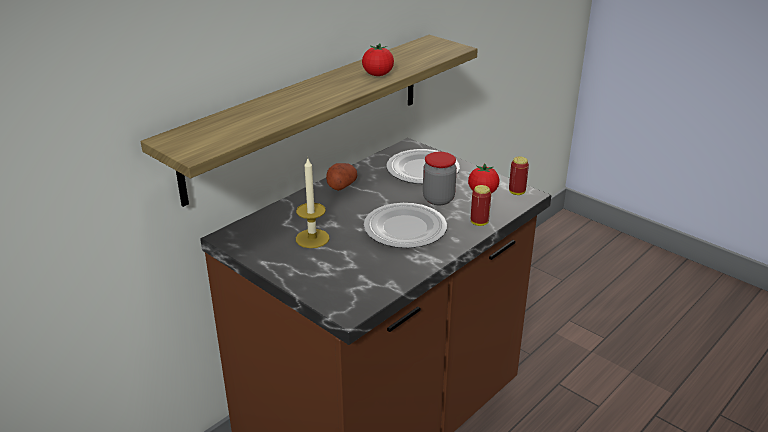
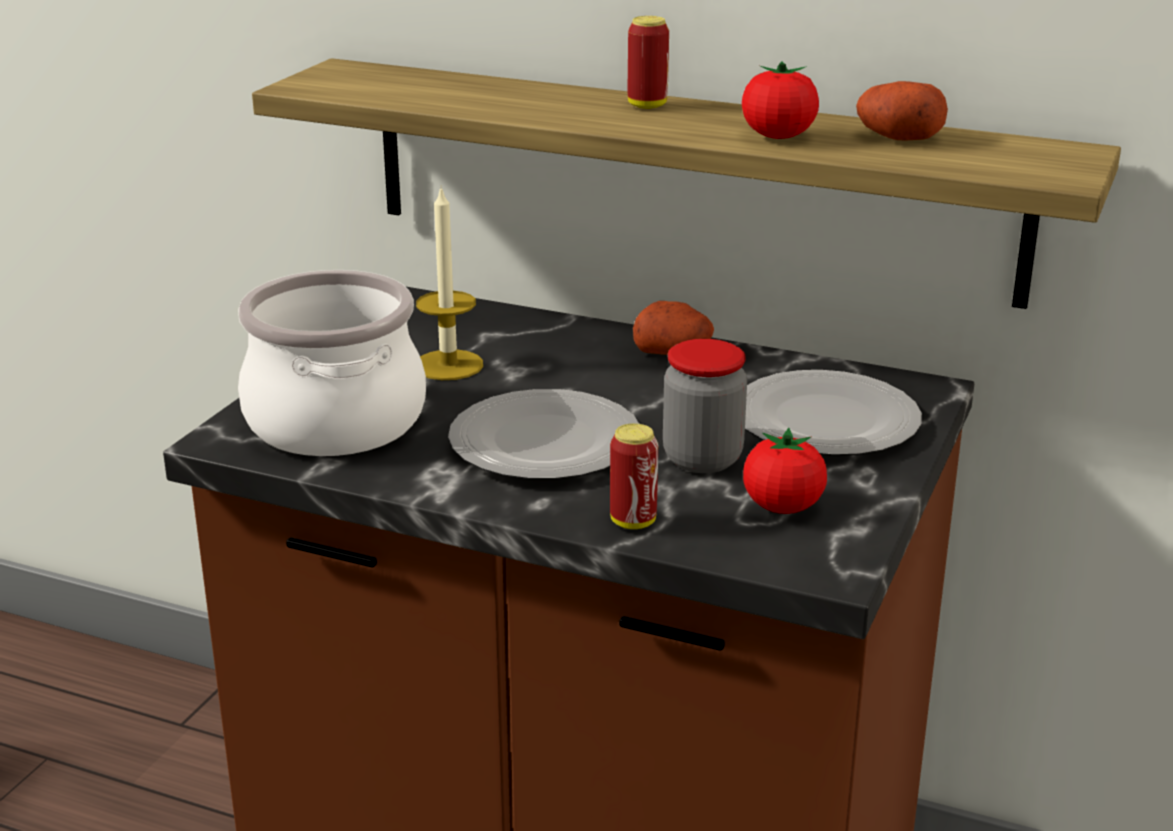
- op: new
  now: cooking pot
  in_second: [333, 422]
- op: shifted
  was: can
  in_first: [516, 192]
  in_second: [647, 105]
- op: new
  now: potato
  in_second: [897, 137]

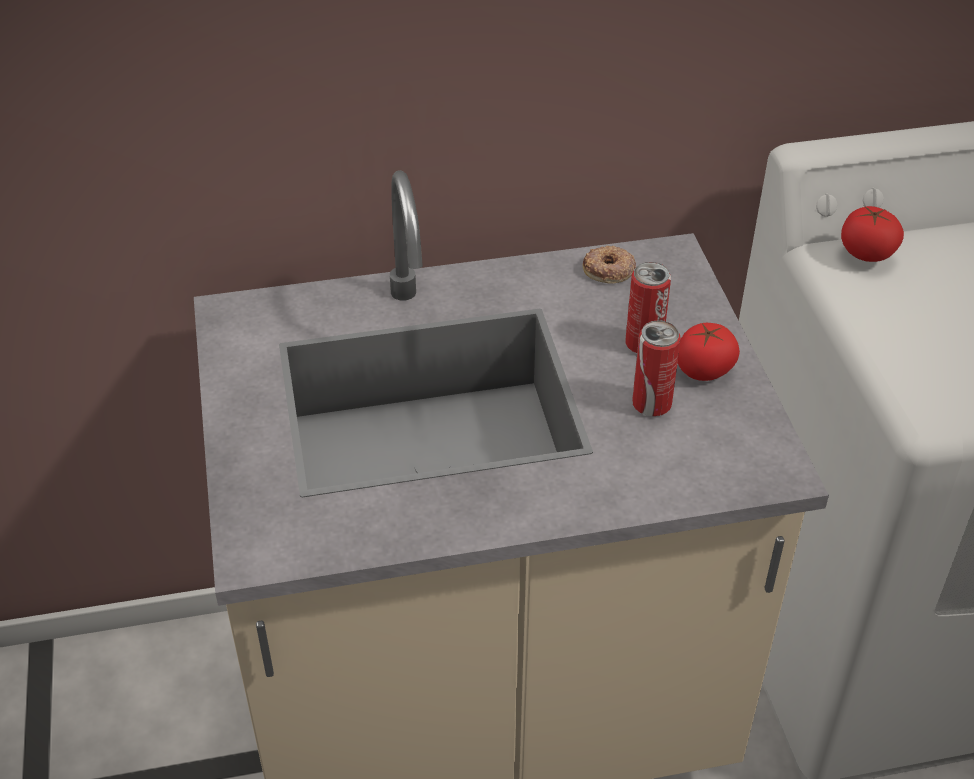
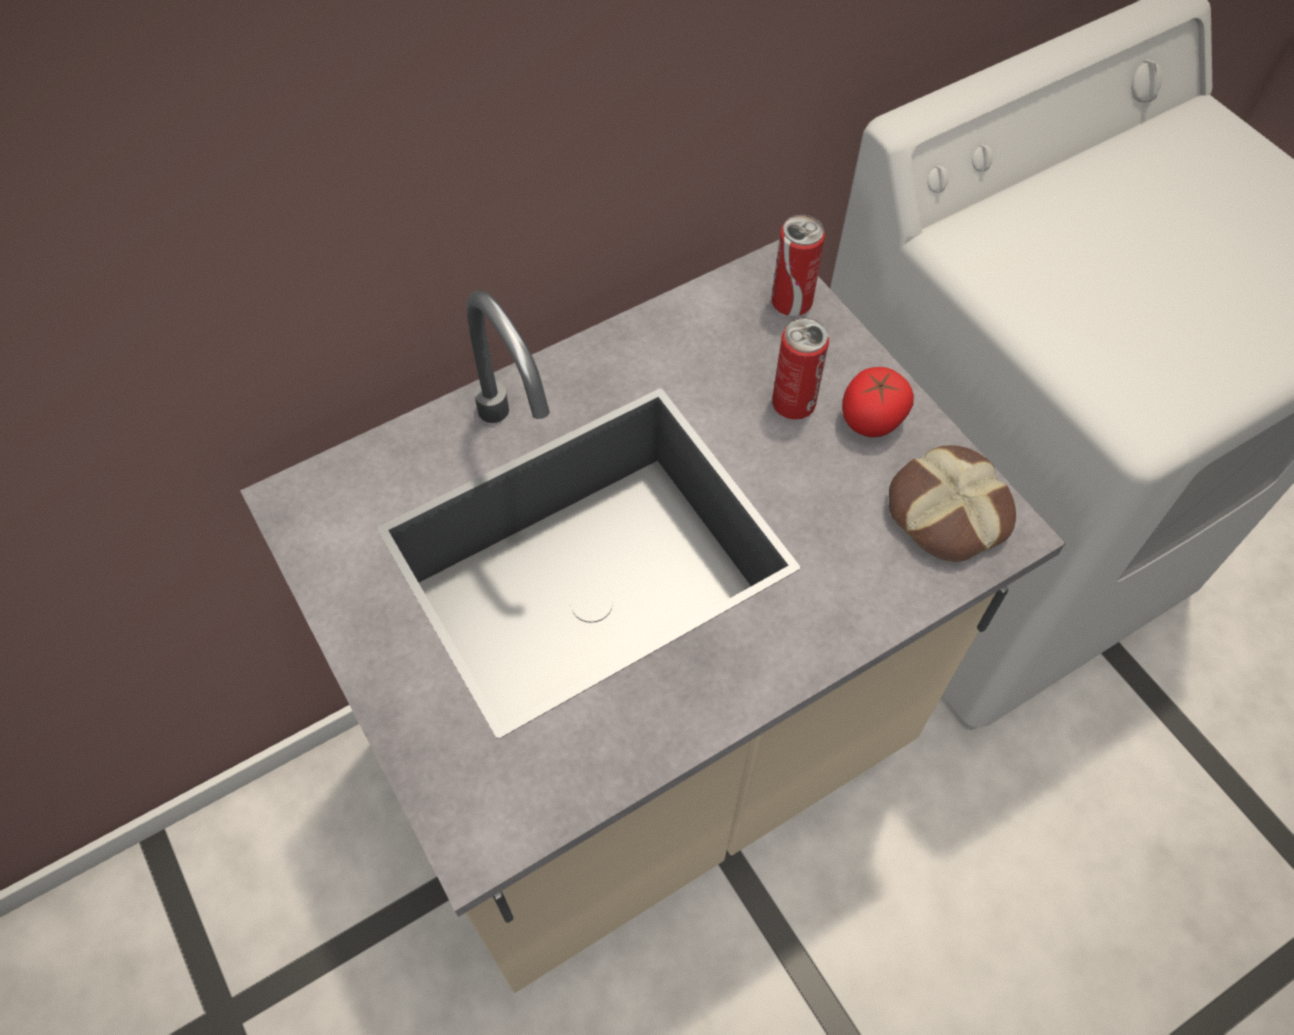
- op: shifted
  was: can
  in_first: [651, 404]
  in_second: [791, 302]
- op: new
  now: bread
  in_second: [945, 512]
- op: gone
  was: donut
  in_first: [609, 270]
- op: gone
  was: tomato
  in_first: [866, 253]

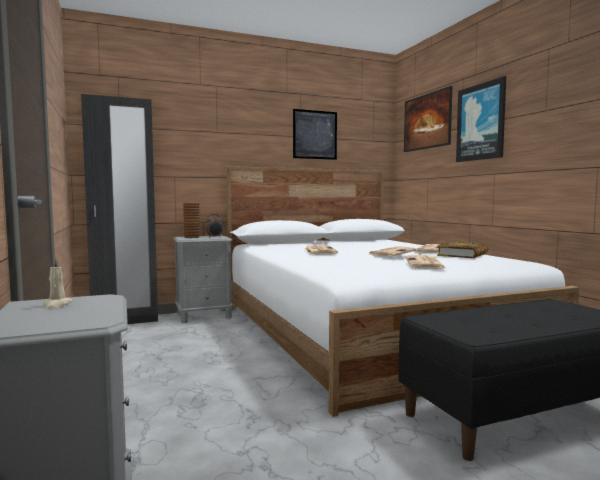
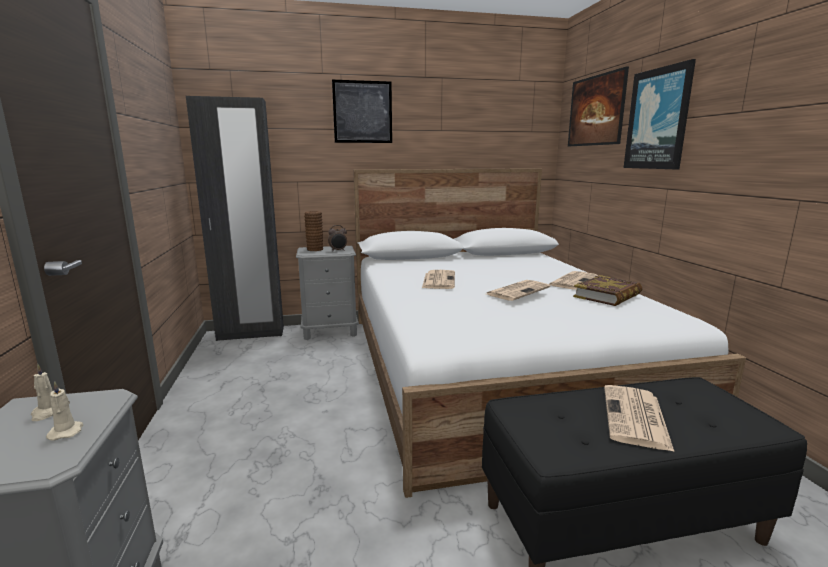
- op: new
  now: beige candle
  in_second: [66, 431]
- op: shifted
  was: picture
  in_first: [315, 135]
  in_second: [362, 112]
- op: shifted
  was: newspaper
  in_first: [425, 263]
  in_second: [636, 418]

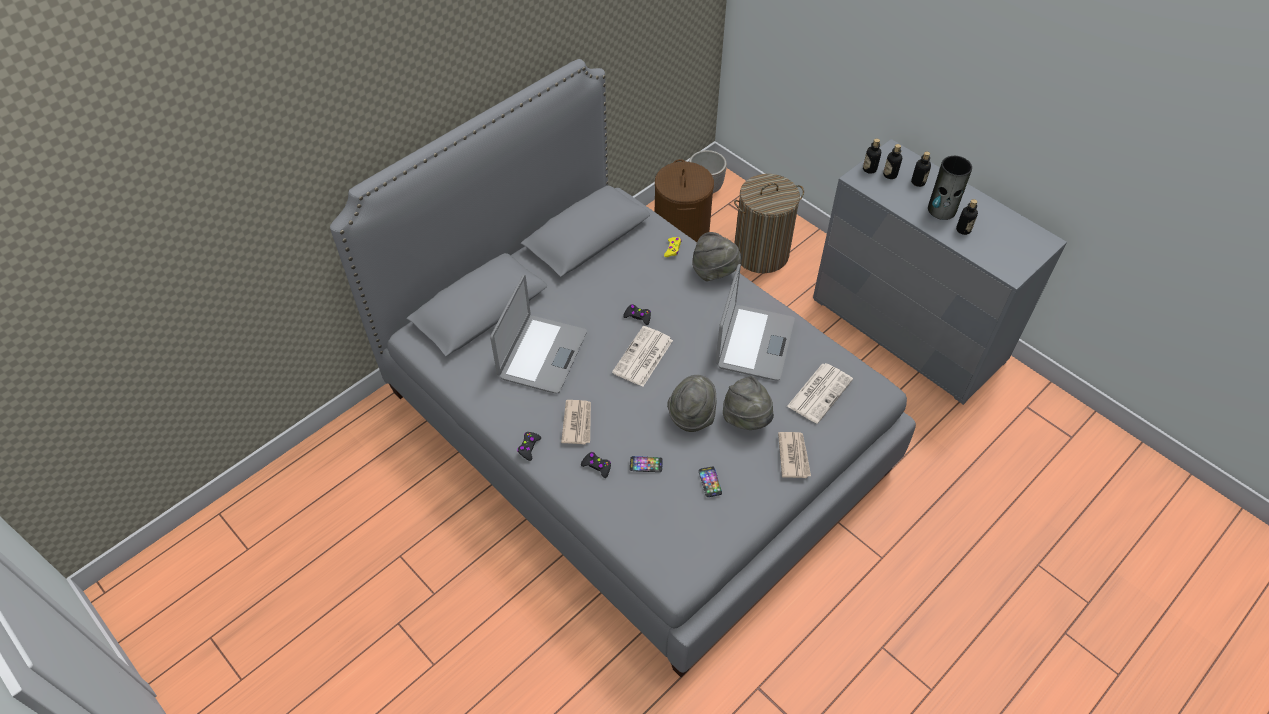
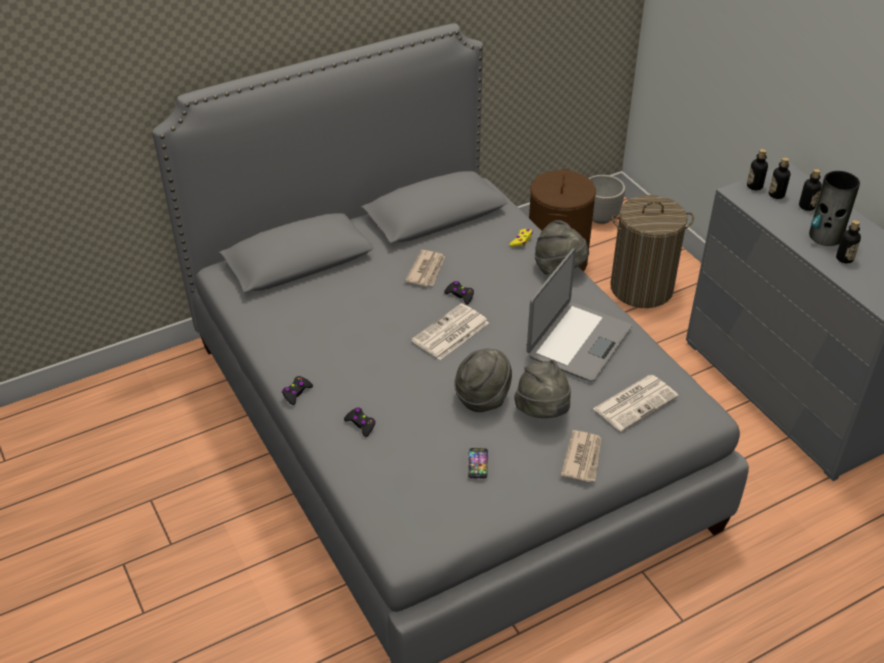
- op: shifted
  was: newspaper
  in_first: [577, 423]
  in_second: [426, 270]
- op: gone
  was: laptop
  in_first: [542, 355]
- op: gone
  was: phone
  in_first: [646, 464]

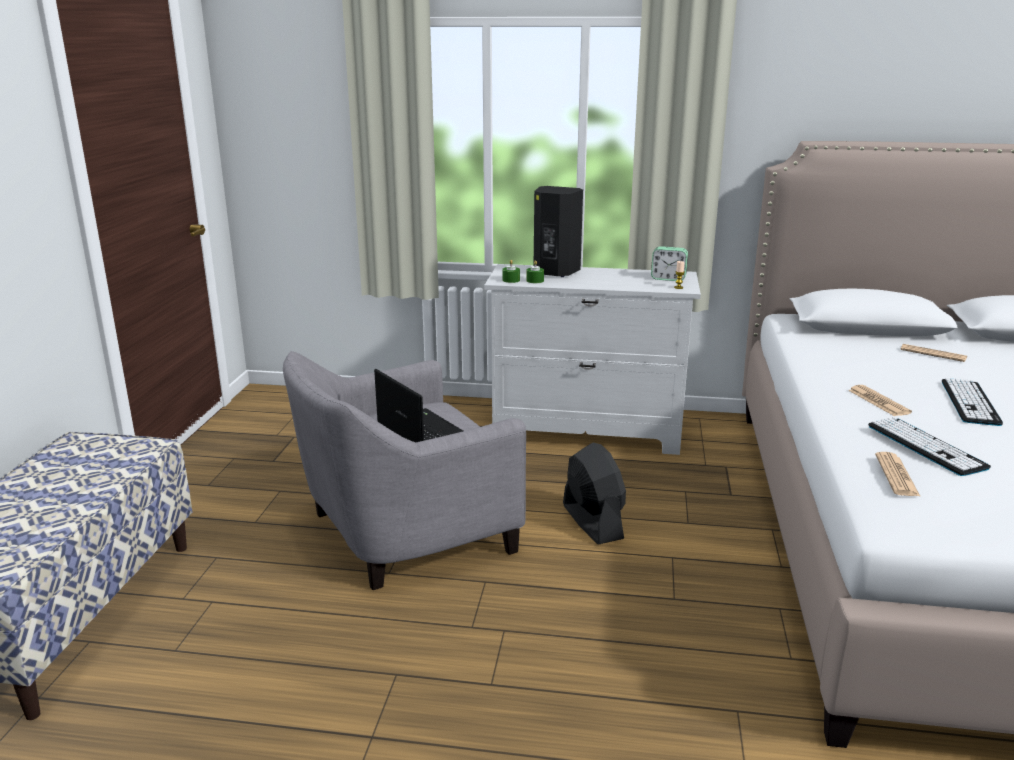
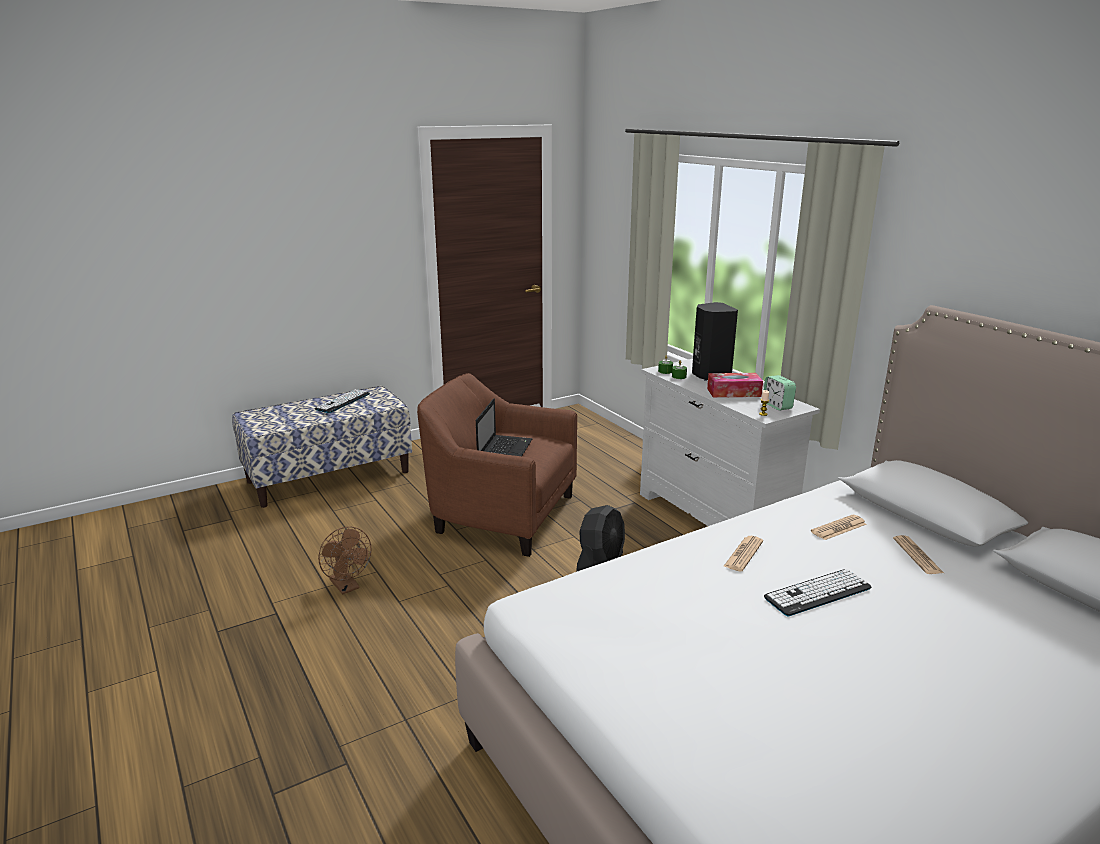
- op: shifted
  was: keyboard
  in_first: [925, 446]
  in_second: [343, 402]
- op: new
  now: brown fan
  in_second: [347, 587]
- op: repainted
  was: grey armchair
  now: brown armchair
  in_first: [404, 531]
  in_second: [500, 515]
- op: new
  now: tissue box
  in_second: [733, 392]
- op: shifted
  was: newspaper
  in_first: [896, 475]
  in_second: [838, 528]

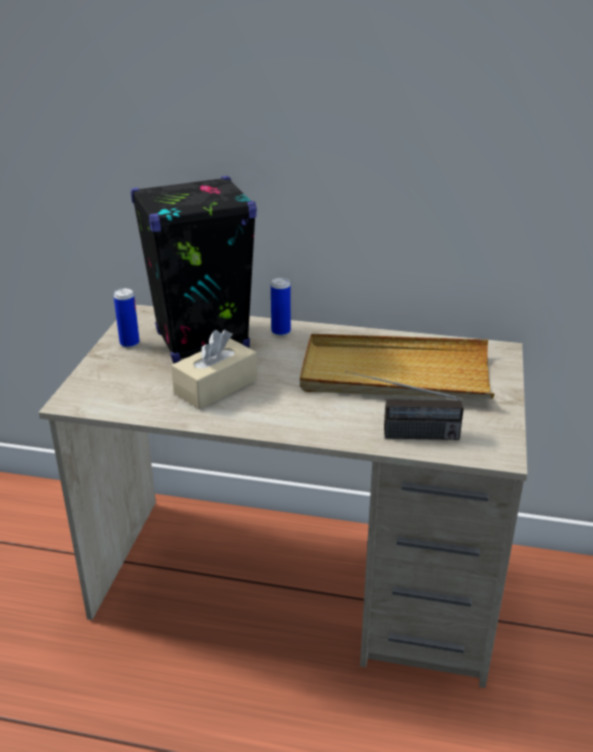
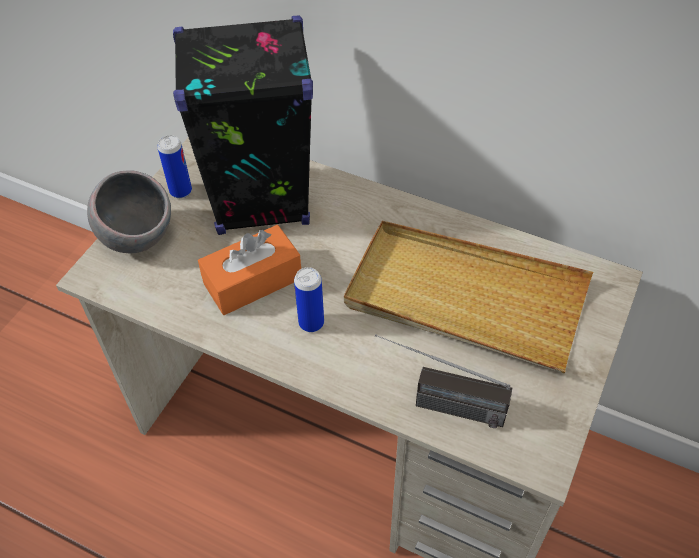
- op: new
  now: grey bowl
  in_second: [138, 237]
- op: repainted
  was: beige tissue box
  now: orange tissue box
  in_first: [216, 387]
  in_second: [253, 281]
- op: shifted
  was: can
  in_first: [281, 332]
  in_second: [311, 323]

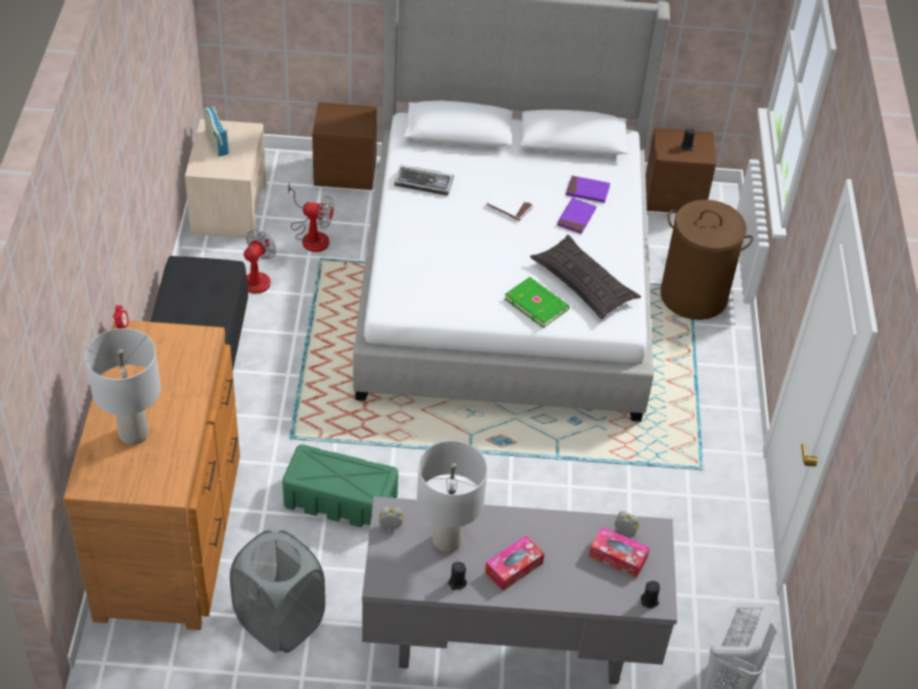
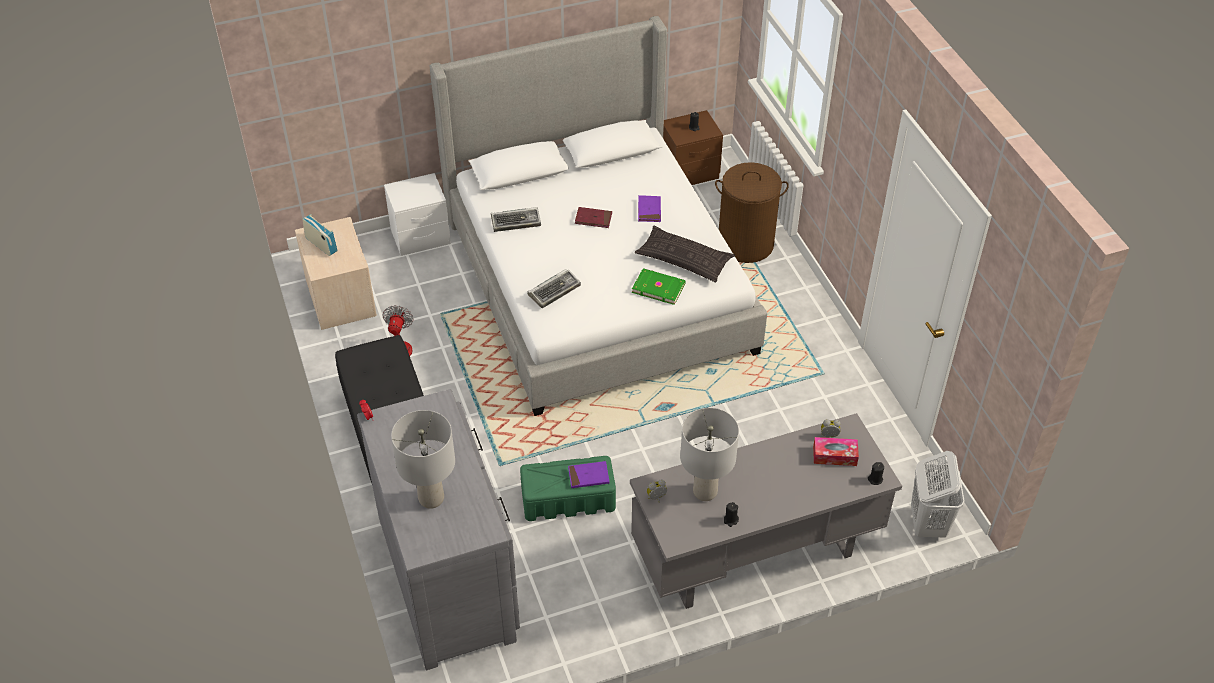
- op: repainted
  was: brown dresser
  now: grey dresser
  in_first: [171, 534]
  in_second: [449, 576]
- op: repainted
  was: brown nightstand
  now: white nightstand
  in_first: [345, 173]
  in_second: [420, 237]
- op: new
  now: keyboard
  in_second: [554, 290]
- op: shifted
  was: purple book
  in_first: [587, 191]
  in_second: [588, 476]
- op: repainted
  was: white book
  now: red book
  in_first: [509, 207]
  in_second: [593, 219]
- op: gone
  was: grey laundry basket
  in_first: [279, 621]
- op: gone
  was: fan
  in_first: [311, 235]
- op: gone
  was: tissue box
  in_first: [513, 568]

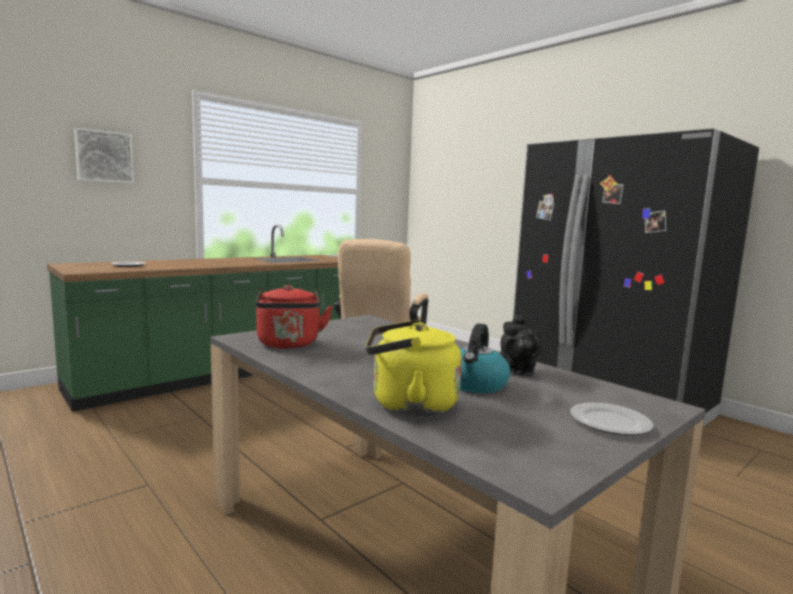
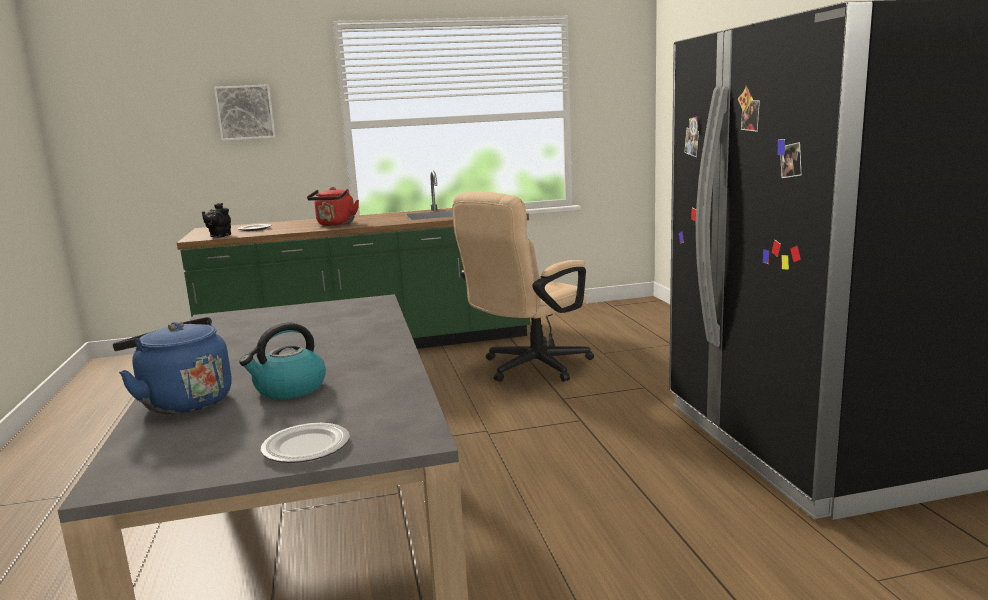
- op: repainted
  was: yellow kettle
  now: blue kettle
  in_first: [408, 405]
  in_second: [183, 402]
- op: shifted
  was: black teapot
  in_first: [518, 371]
  in_second: [219, 236]
- op: shifted
  was: red kettle
  in_first: [289, 345]
  in_second: [335, 224]

